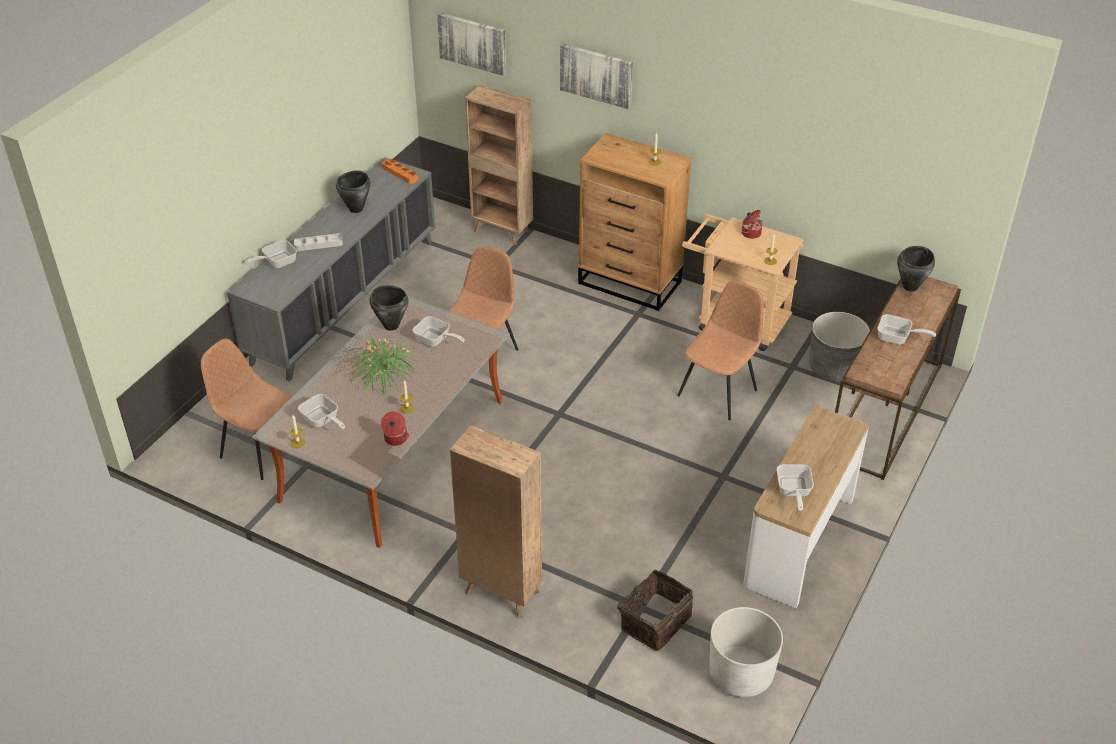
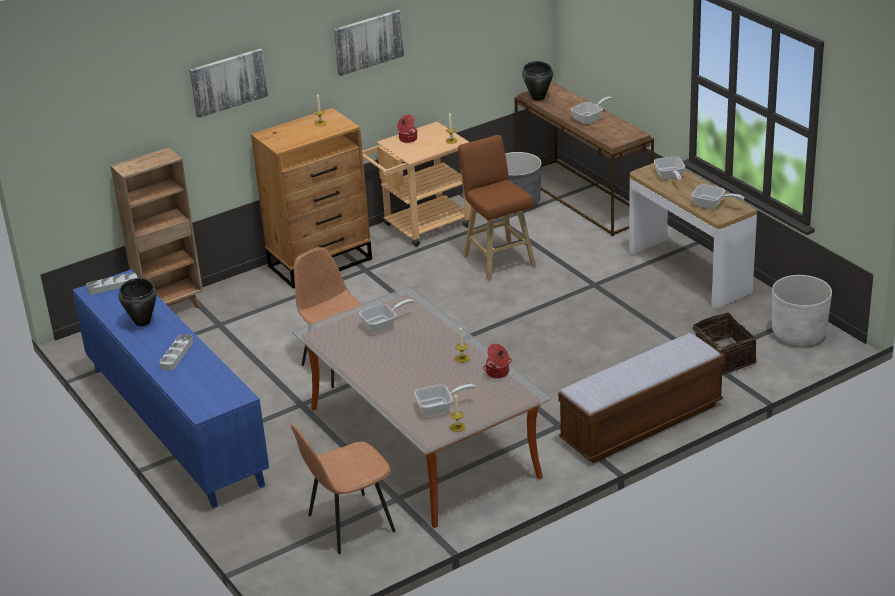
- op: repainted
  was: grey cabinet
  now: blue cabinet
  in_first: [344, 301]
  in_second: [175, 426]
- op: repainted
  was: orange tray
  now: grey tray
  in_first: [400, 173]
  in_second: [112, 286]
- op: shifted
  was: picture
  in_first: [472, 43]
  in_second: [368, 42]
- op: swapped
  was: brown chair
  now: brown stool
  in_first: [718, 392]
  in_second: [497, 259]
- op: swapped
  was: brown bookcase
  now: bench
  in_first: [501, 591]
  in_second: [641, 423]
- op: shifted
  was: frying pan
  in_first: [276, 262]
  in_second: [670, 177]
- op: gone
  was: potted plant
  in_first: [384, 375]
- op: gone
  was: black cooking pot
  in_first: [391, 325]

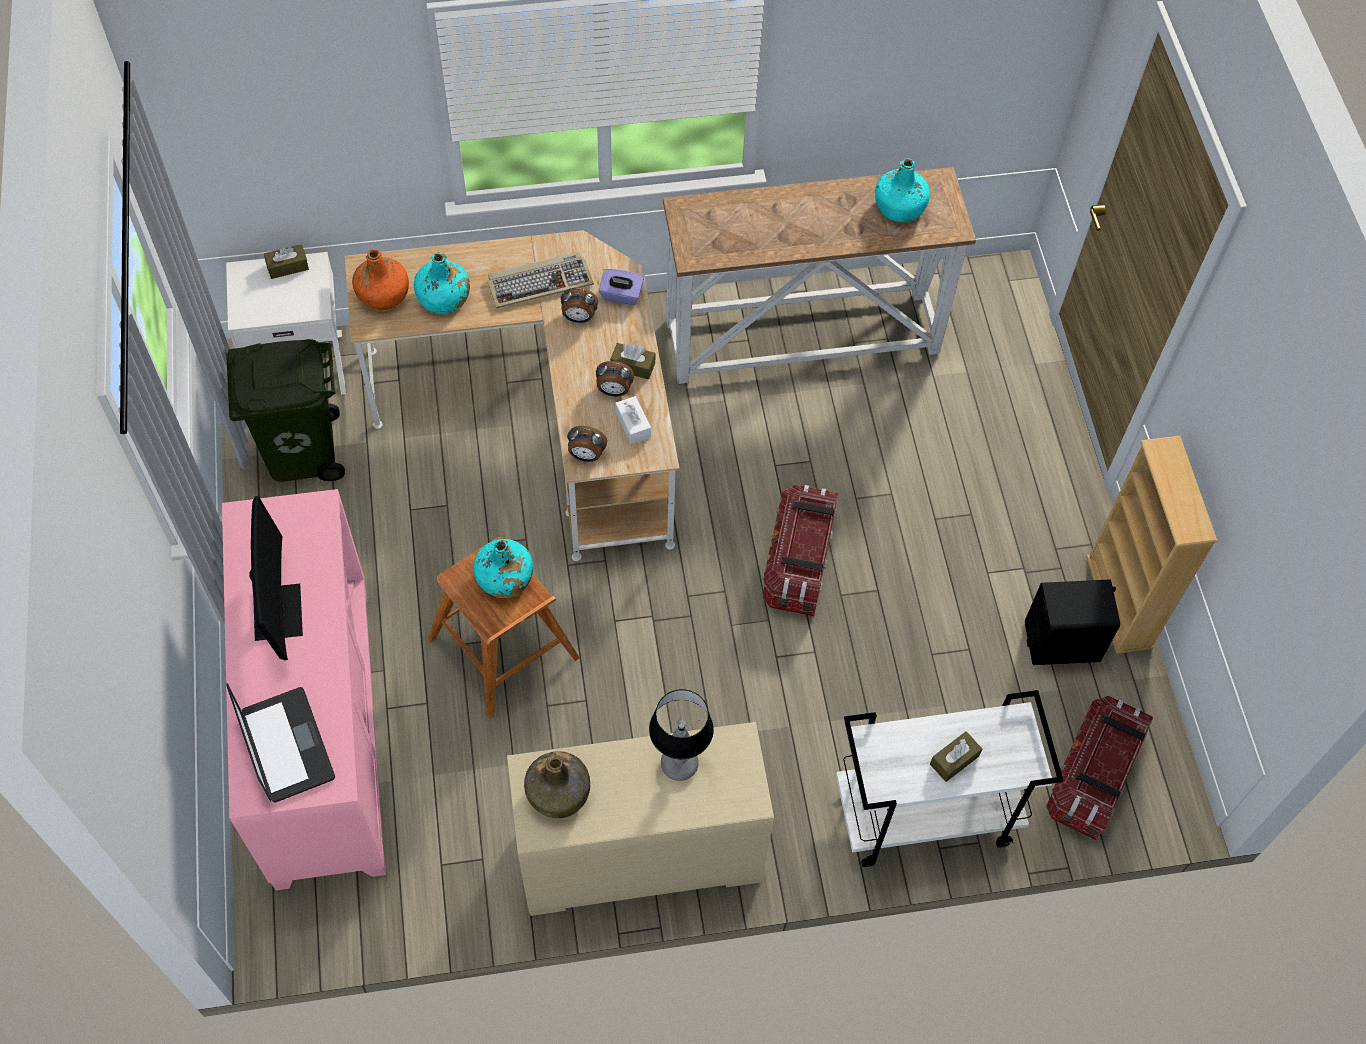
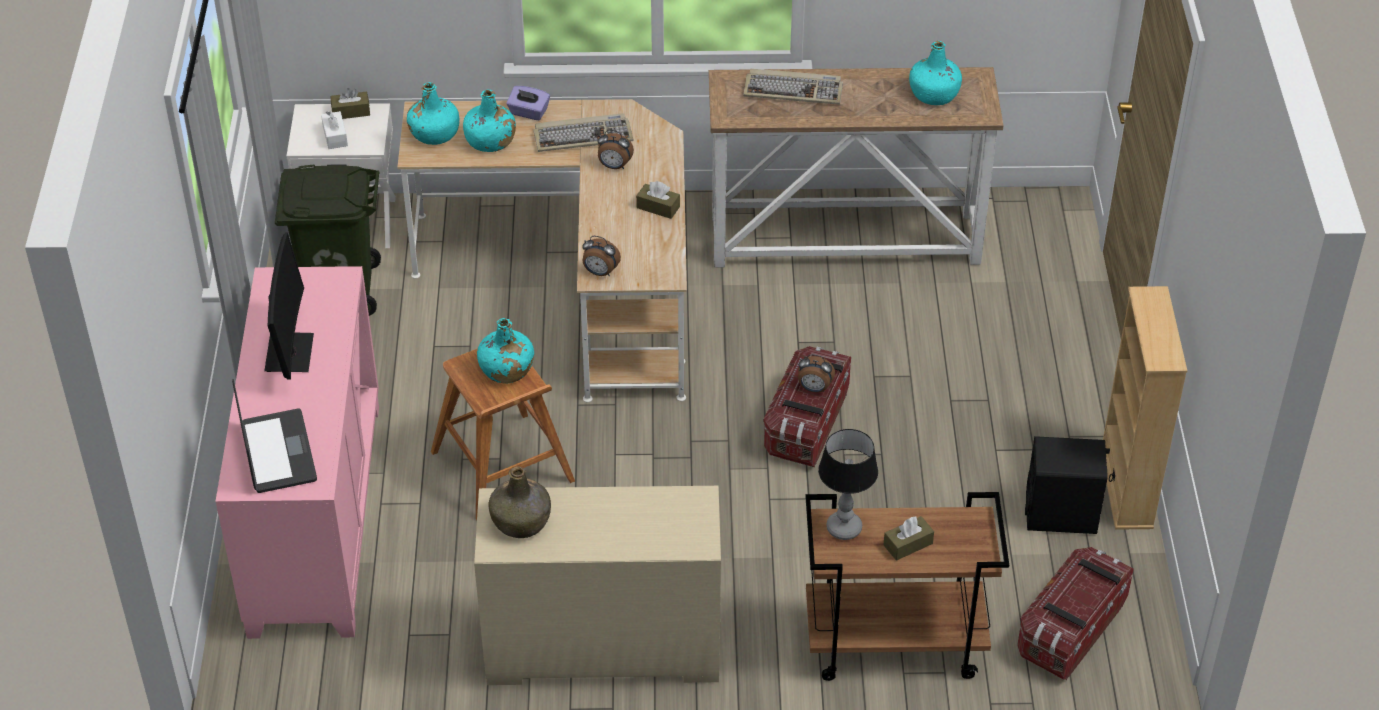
- op: shifted
  was: white tissue box
  in_first: [633, 425]
  in_second: [335, 136]
- op: repainted
  was: orange bottle
  now: turquoise bottle
  in_first: [383, 294]
  in_second: [434, 133]
- op: shifted
  was: purple tissue box
  in_first: [621, 295]
  in_second: [528, 112]
- op: new
  now: keyboard
  in_second: [794, 90]
- op: shifted
  was: alarm clock
  in_first: [614, 391]
  in_second: [814, 389]
- op: repainted
  was: white cart
  now: brown cart
  in_first: [923, 815]
  in_second: [893, 644]
- op: shifted
  was: table lamp
  in_first: [678, 764]
  in_second: [843, 528]

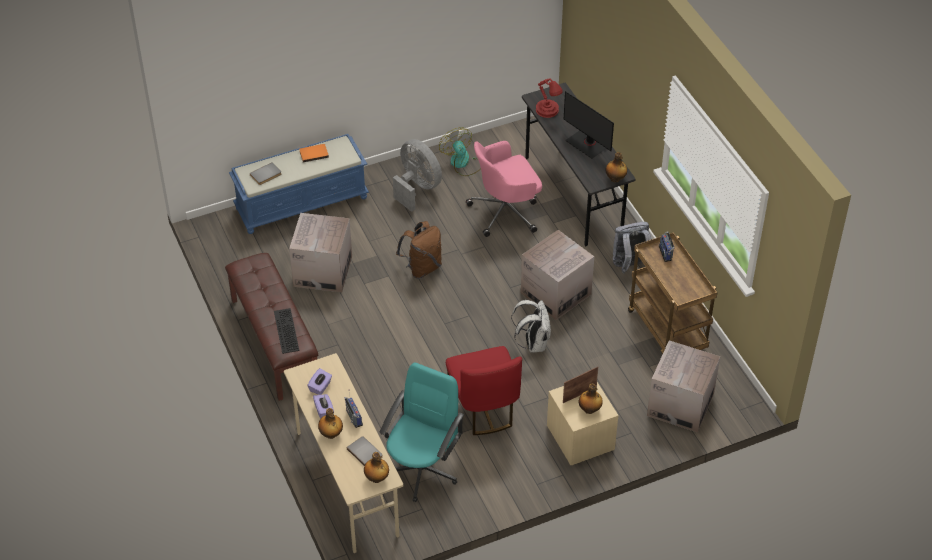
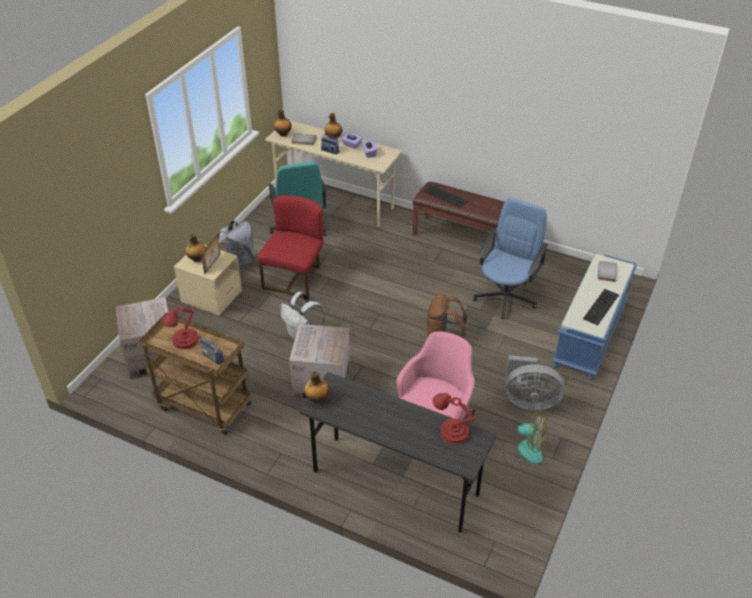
- op: new
  now: red table lamp
  in_second: [184, 342]
- op: shifted
  was: grey backpack
  in_first: [630, 266]
  in_second: [239, 263]
- op: rotated
  was: red chair
  in_first: [483, 408]
  in_second: [295, 278]
  clockwise: 75
- op: swapped
  was: cardboard box
  now: blue office chair
  in_first: [322, 271]
  in_second: [506, 297]
- op: swapped
  was: orange book
  now: keyboard
  in_first: [313, 153]
  in_second: [601, 307]
- op: gone
  was: monitor
  in_first: [587, 144]

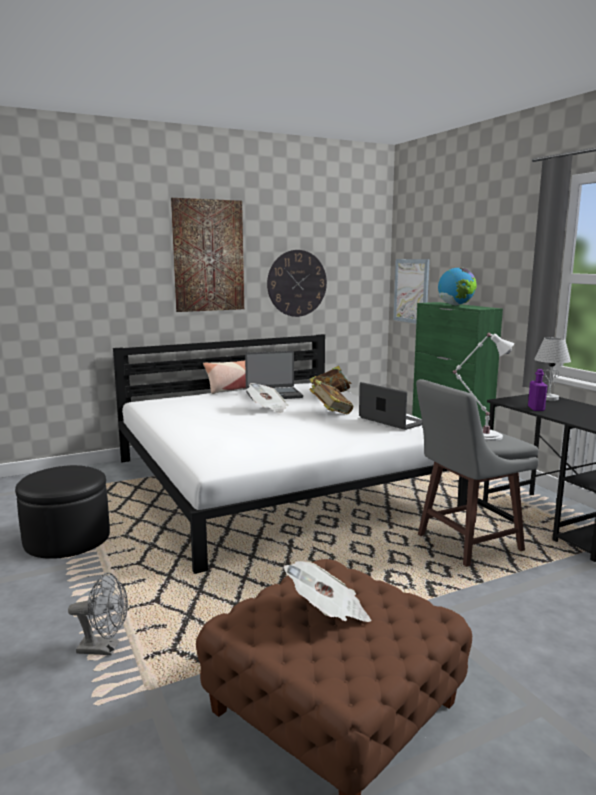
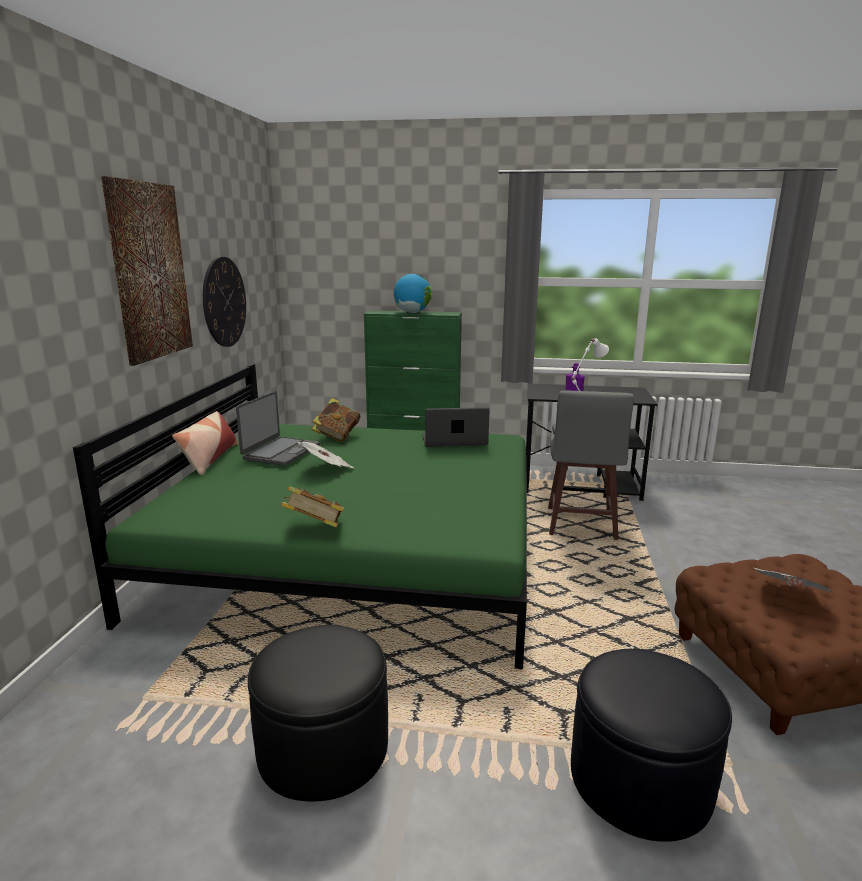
- op: repainted
  was: white bed
  now: green bed
  in_first: [277, 482]
  in_second: [356, 551]
- op: shifted
  was: book
  in_first: [331, 413]
  in_second: [314, 529]
- op: swapped
  was: grey fan
  now: black ottoman
  in_first: [104, 648]
  in_second: [640, 779]
- op: gone
  was: picture
  in_first: [411, 291]
- op: gone
  was: white table lamp
  in_first: [548, 398]

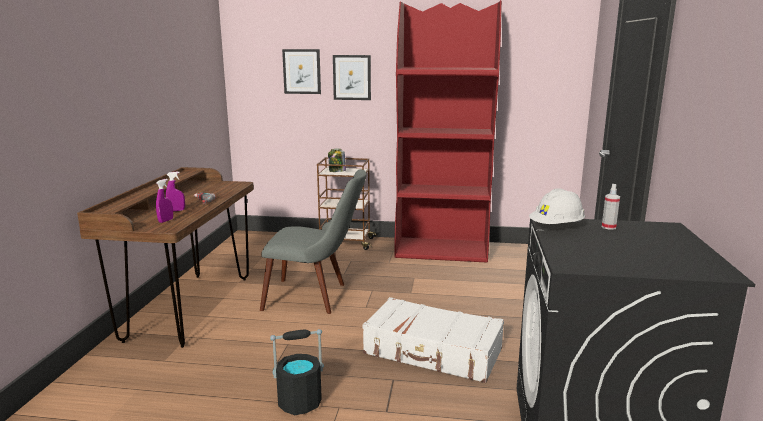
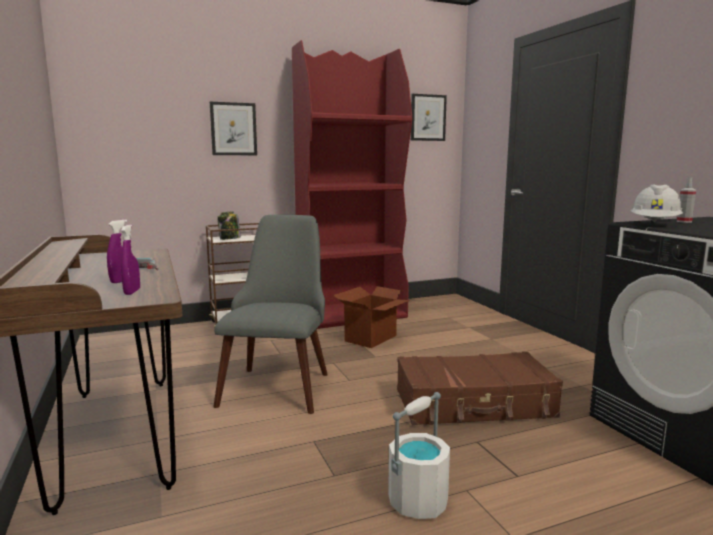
- op: rotated
  was: grey chair
  in_first: [316, 296]
  in_second: [279, 382]
  clockwise: -60
- op: new
  now: cardboard box
  in_second: [371, 338]
- op: repainted
  was: black bucket
  now: white bucket
  in_first: [300, 402]
  in_second: [418, 501]
- op: repainted
  was: white suitcase
  now: brown suitcase
  in_first: [433, 352]
  in_second: [474, 404]
- op: shifted
  was: picture
  in_first: [302, 71]
  in_second: [428, 117]

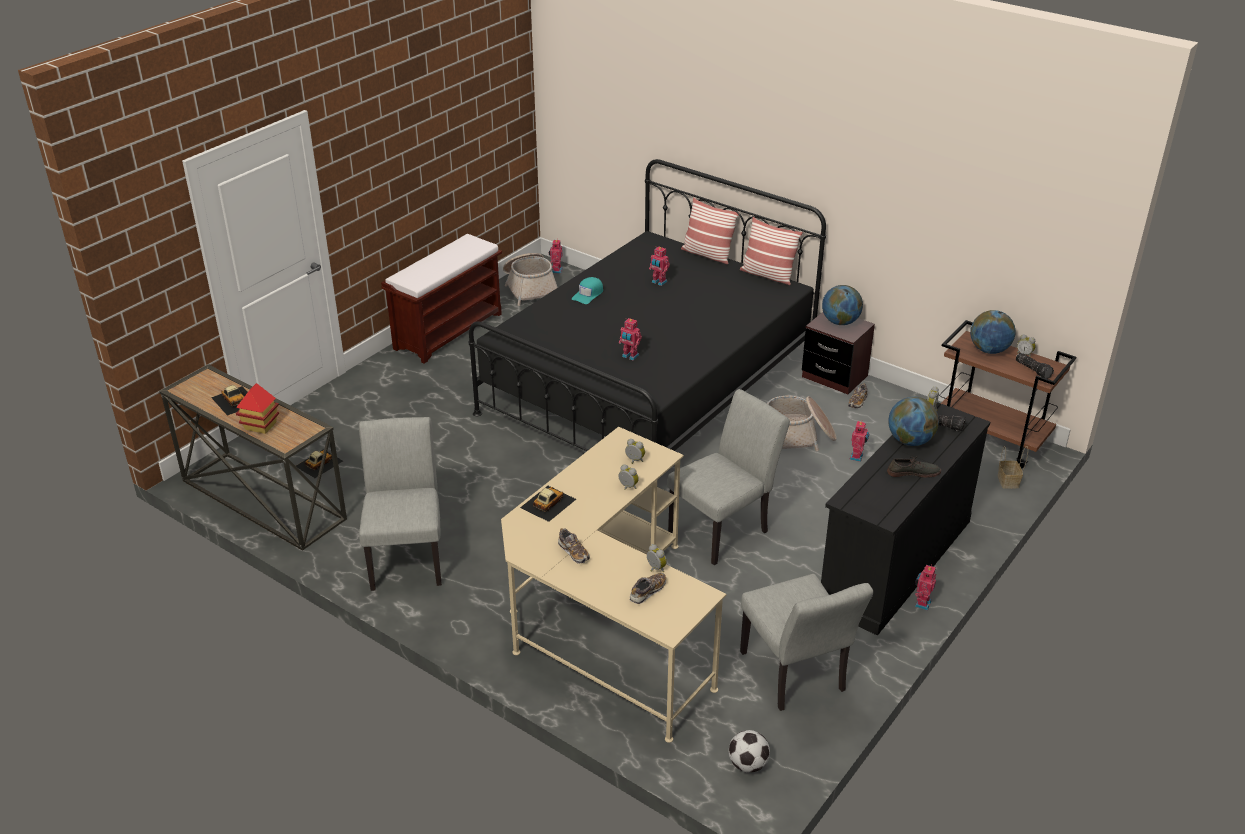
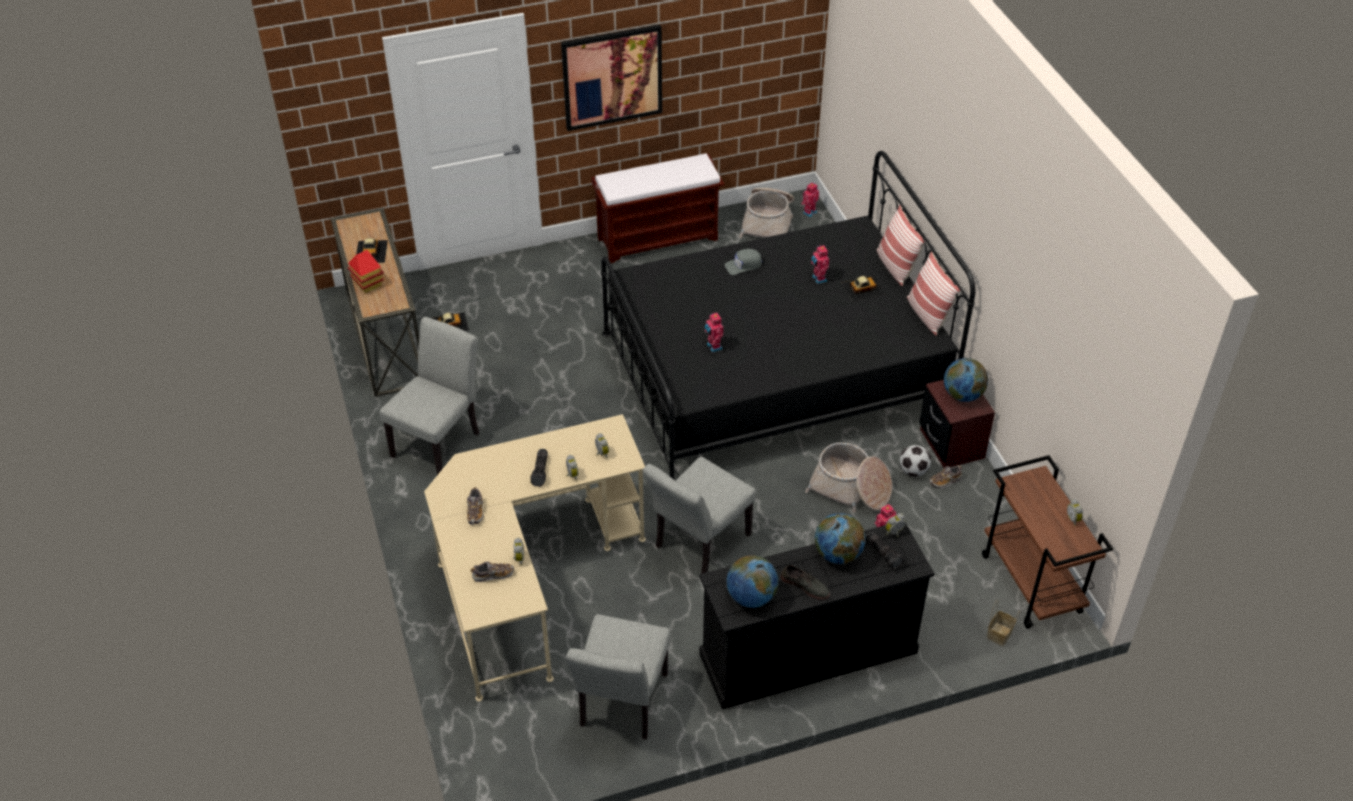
- op: shifted
  was: flashlight
  in_first: [1033, 370]
  in_second: [541, 471]
- op: new
  now: picture
  in_second: [612, 77]
- op: rotated
  was: grey chair
  in_first: [724, 529]
  in_second: [697, 544]
  clockwise: 135
- op: repainted
  was: turquoise cap
  now: grey cap
  in_first: [588, 294]
  in_second: [743, 265]
- op: shifted
  was: globe
  in_first: [989, 350]
  in_second: [751, 597]
- op: shifted
  was: toy car
  in_first: [547, 503]
  in_second: [862, 288]
- op: shifted
  was: football
  in_first: [748, 765]
  in_second: [913, 471]
- op: gone
  was: toy robot
  in_first: [921, 603]

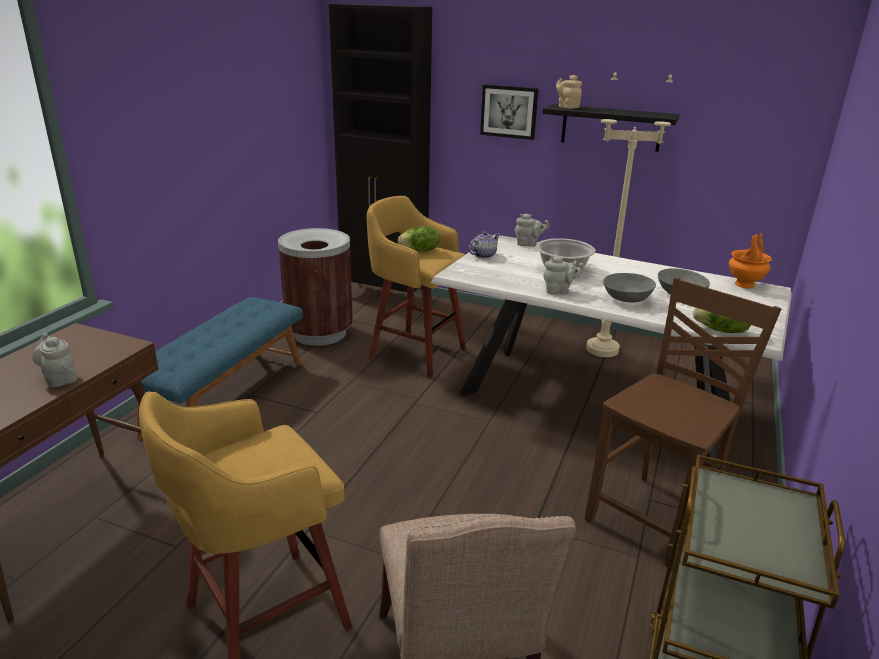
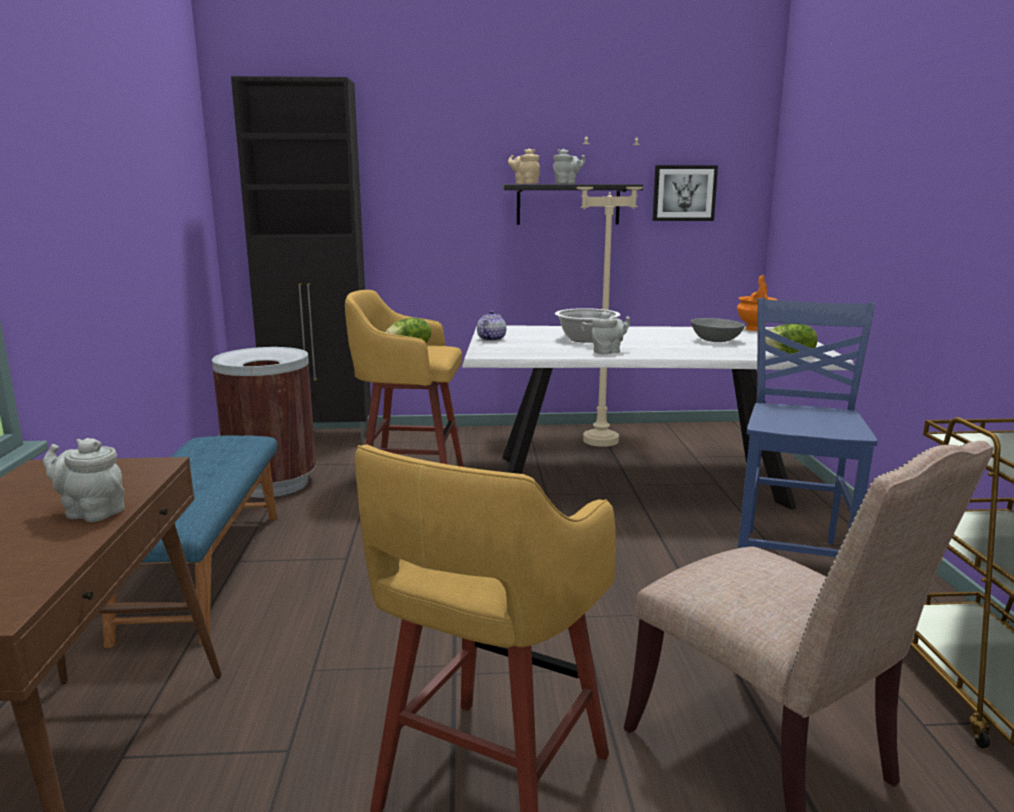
- op: shifted
  was: grey teapot
  in_first: [528, 244]
  in_second: [567, 183]
- op: shifted
  was: picture
  in_first: [509, 111]
  in_second: [684, 193]
- op: repainted
  was: brown chair
  now: blue chair
  in_first: [655, 517]
  in_second: [791, 558]
- op: gone
  was: grey bowl
  in_first: [627, 298]

